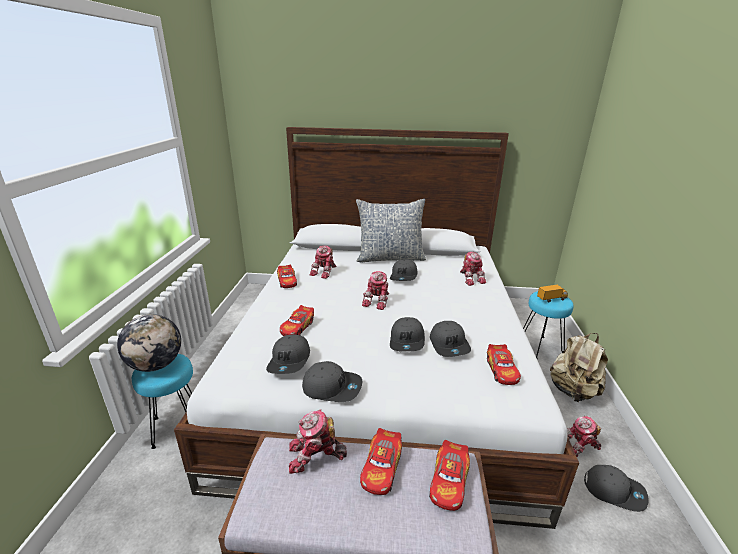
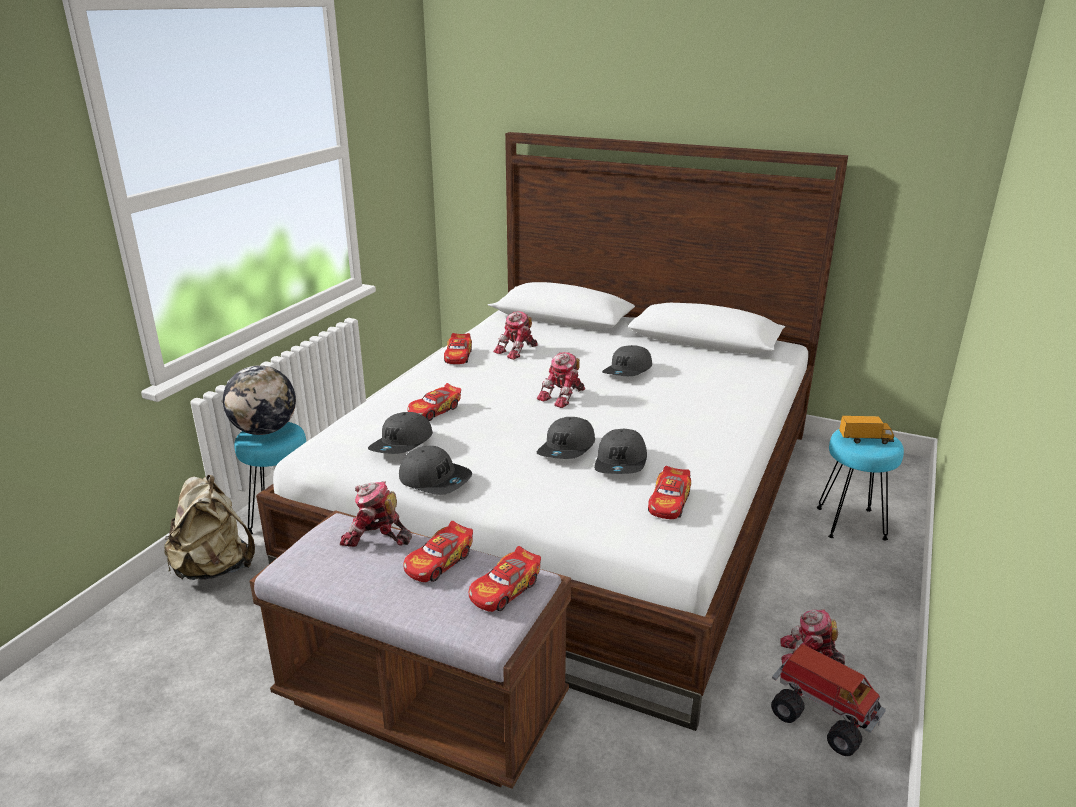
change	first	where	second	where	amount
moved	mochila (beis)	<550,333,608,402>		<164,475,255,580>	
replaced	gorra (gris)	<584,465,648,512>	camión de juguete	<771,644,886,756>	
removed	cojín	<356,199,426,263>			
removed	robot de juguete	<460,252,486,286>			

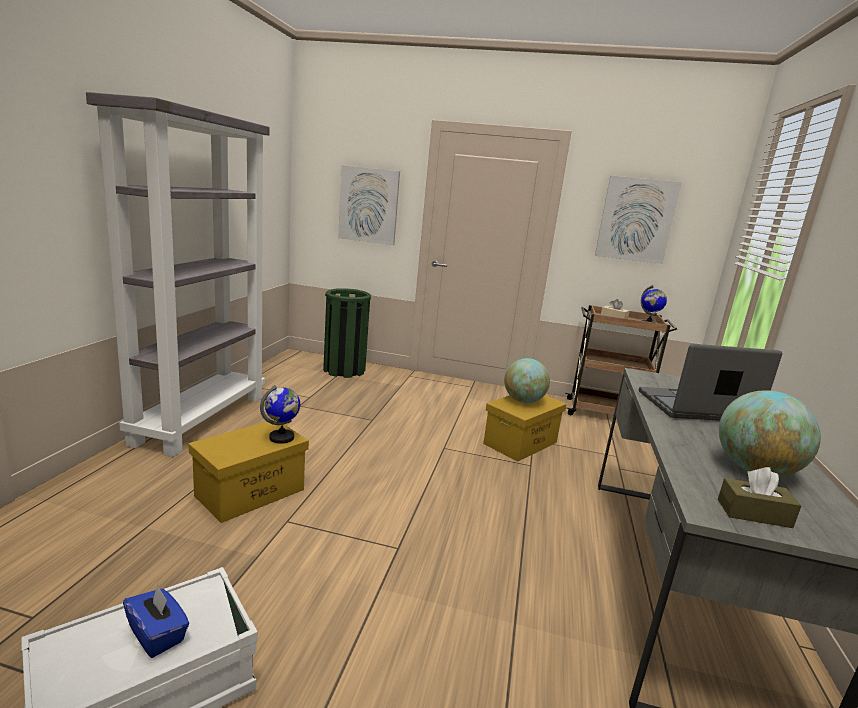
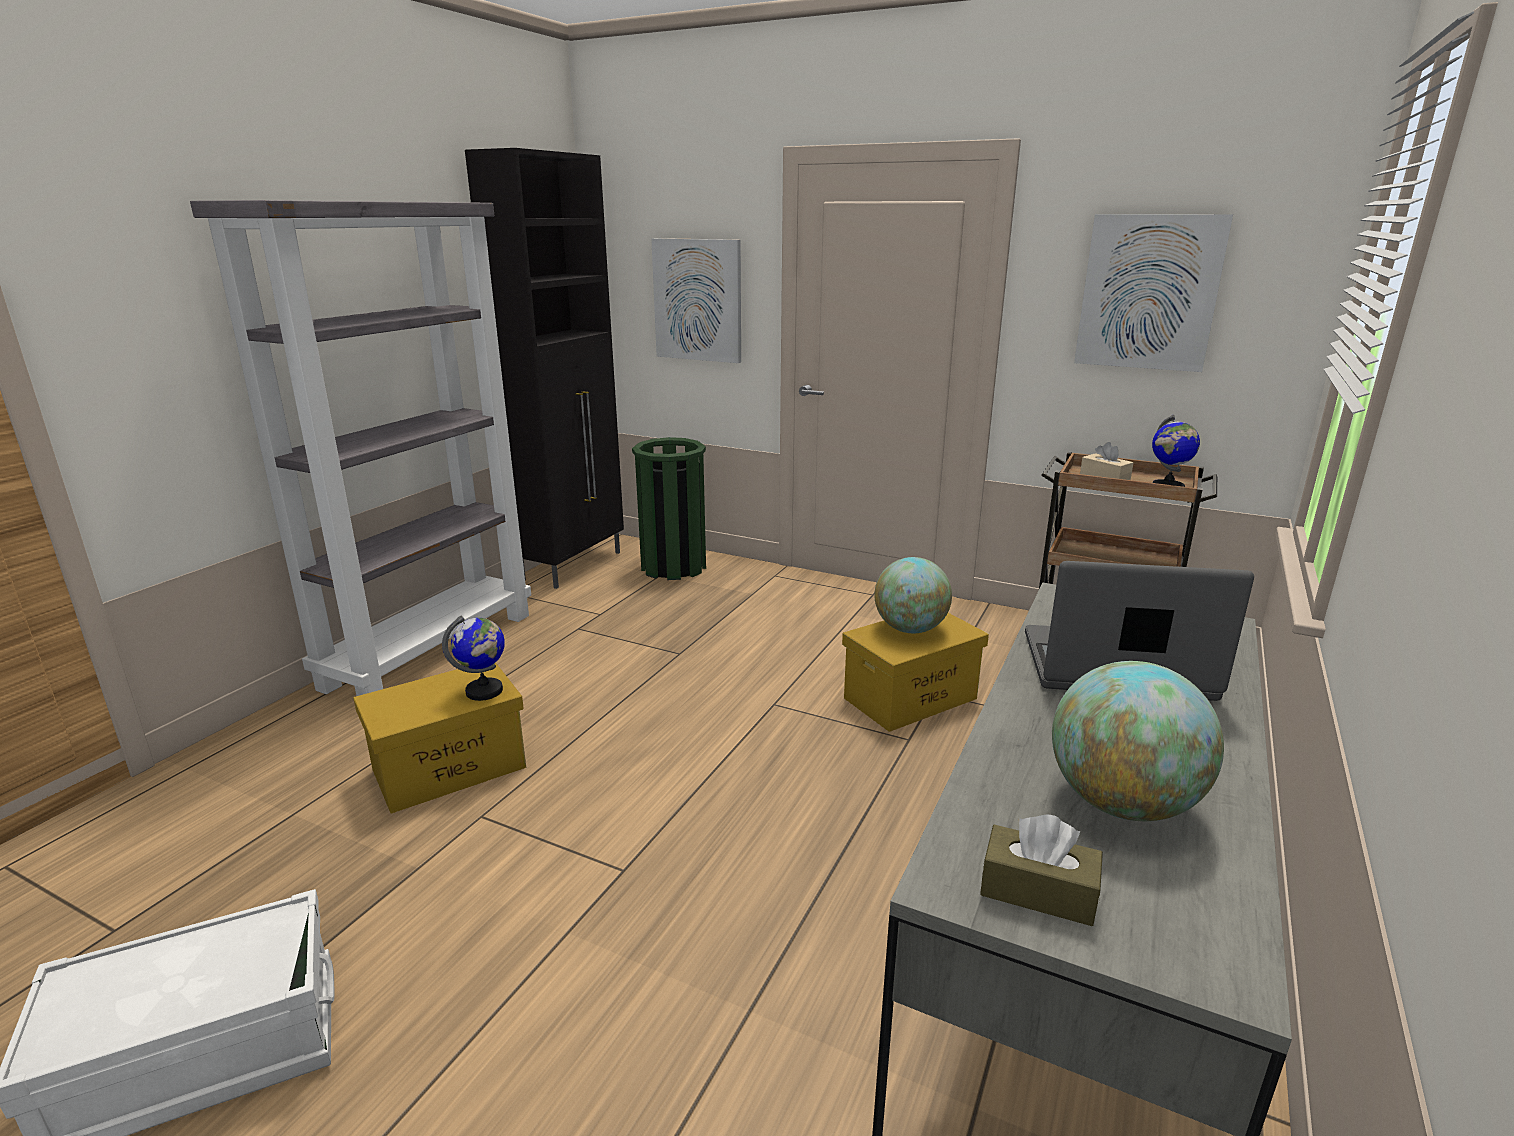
change	first	where	second	where	amount
added			armario (negro)	<465,148,624,589>	
removed	caja de pañuelos (azul)	<123,584,189,658>			

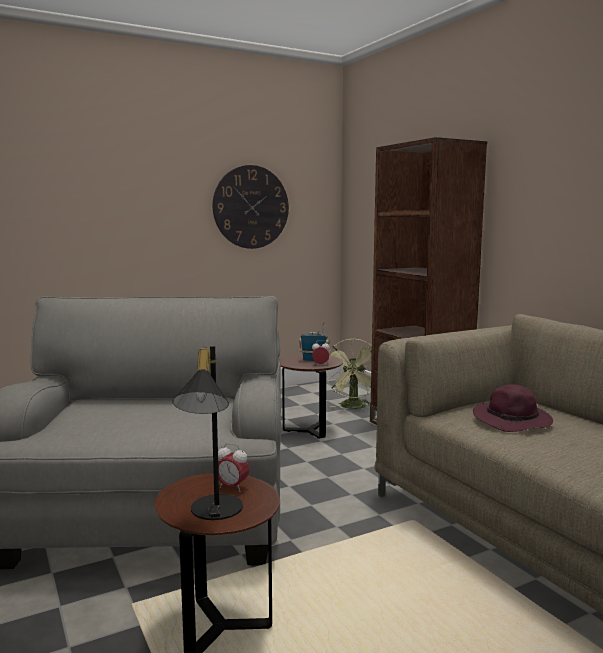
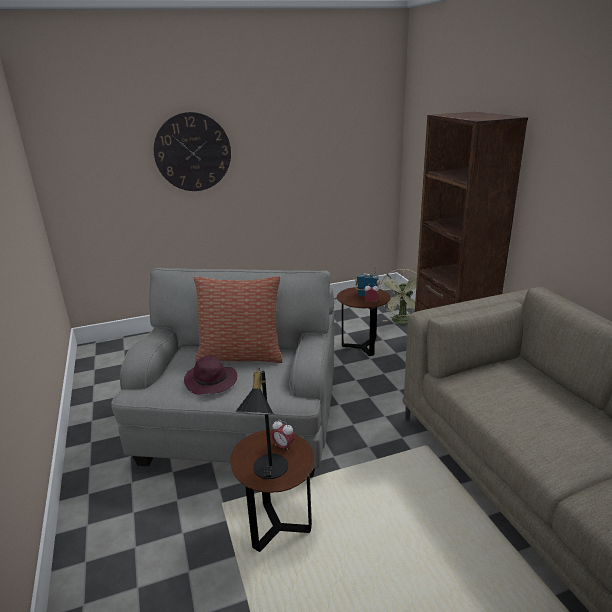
change	first	where	second	where	amount
moved	reloj de pared	<213,165,289,249>		<154,112,231,191>	
moved	sombrero (morado)	<473,384,553,432>		<184,355,237,395>	
added			cojín	<194,276,282,363>	

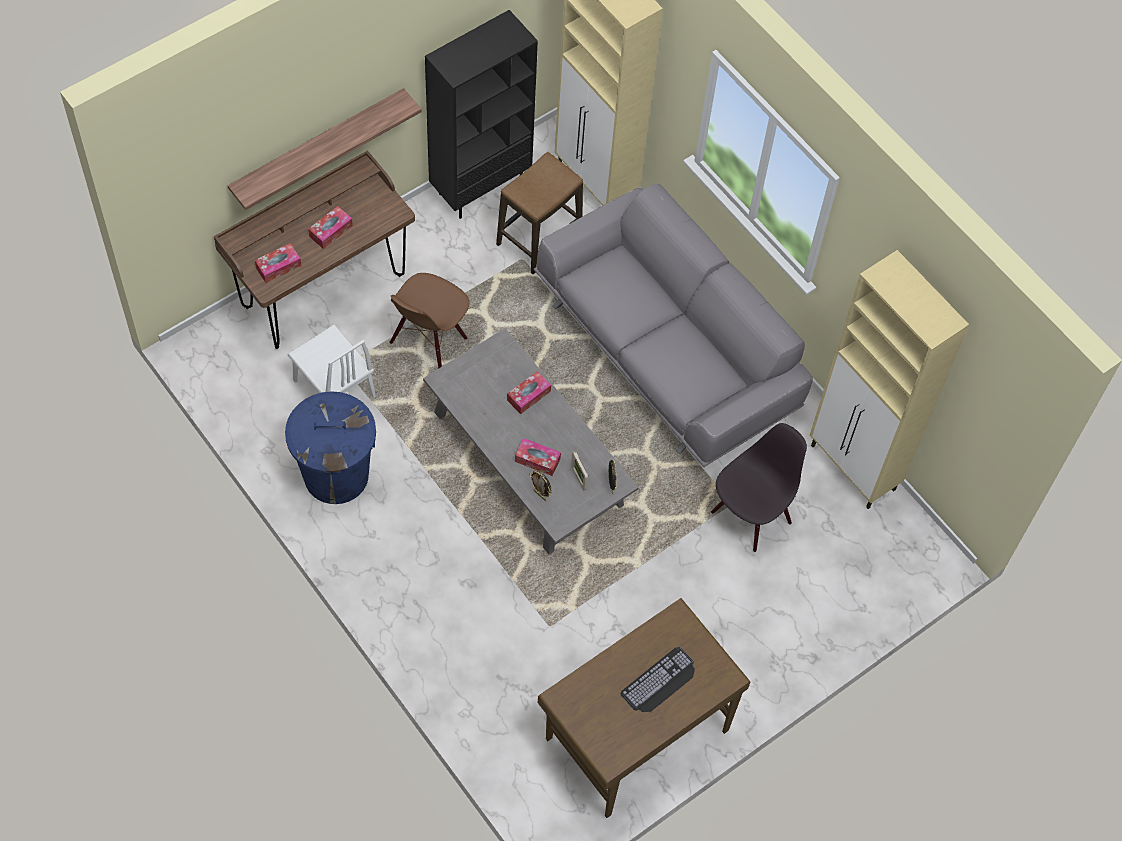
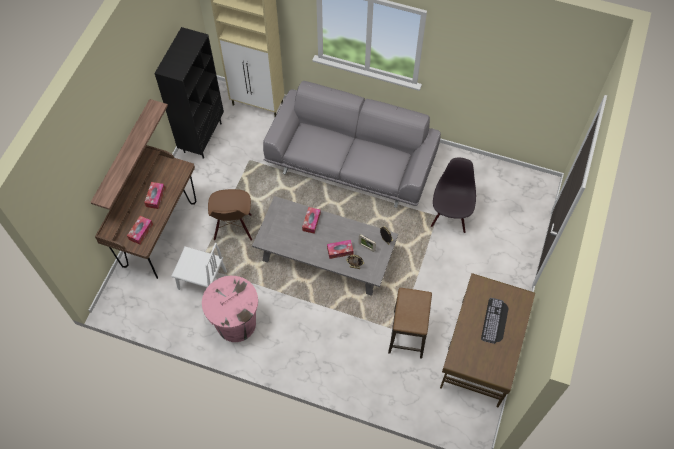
change	first	where	second	where	amount
recoloured	papelera (azul)	<285,392,376,504>	papelera (rosa)	<202,276,258,342>	
moved	taburete	<496,152,583,275>		<388,288,432,358>	
removed	armario (beis)	<810,250,969,509>			

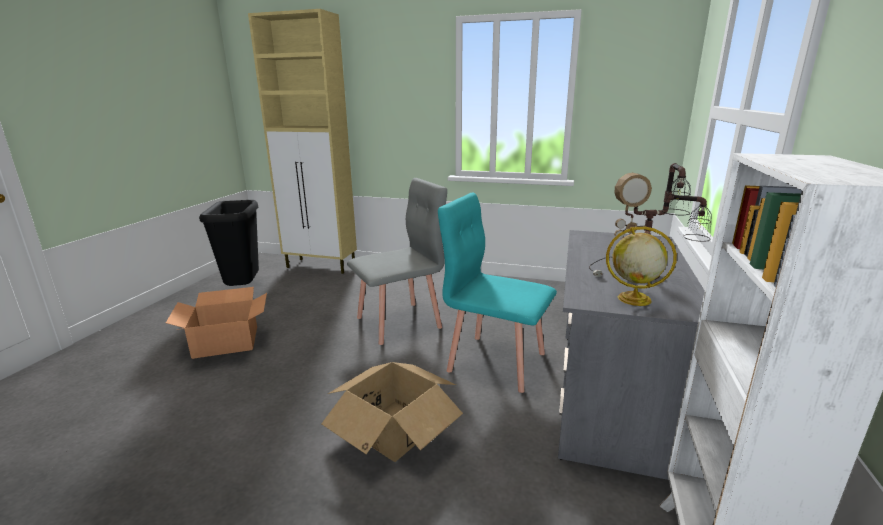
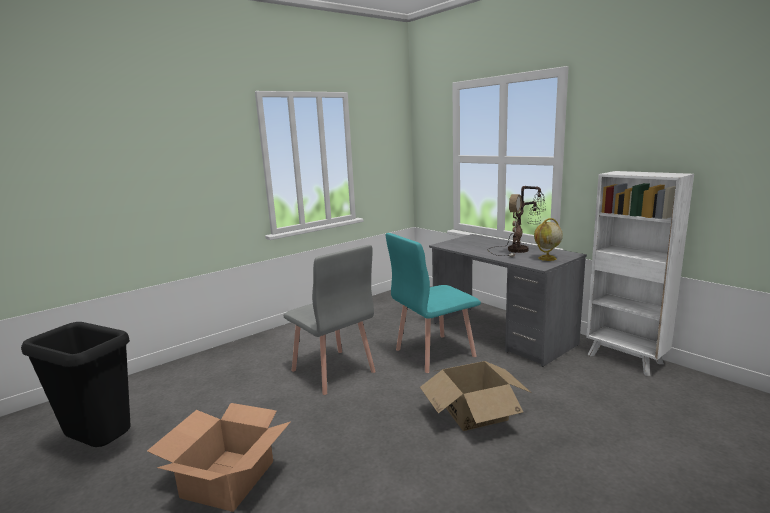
change	first	where	second	where	amount
turned	silla (gris)	<347,178,447,345>		<284,245,376,395>	135 degrees clockwise
removed	armario (beis)	<248,9,357,274>			

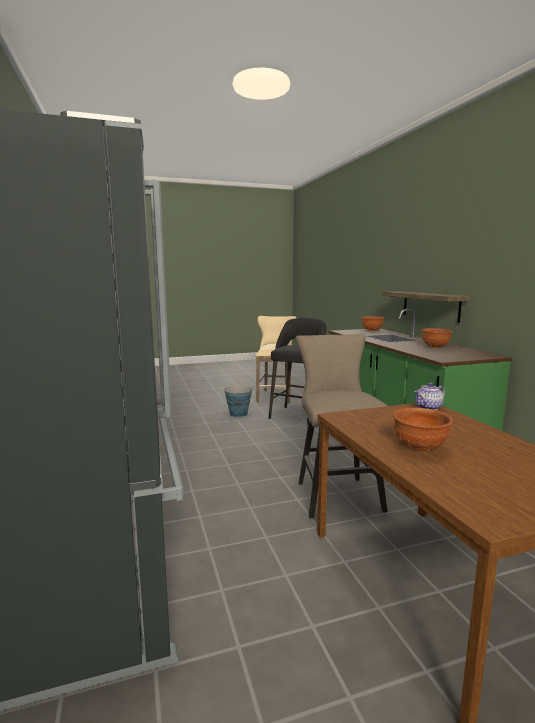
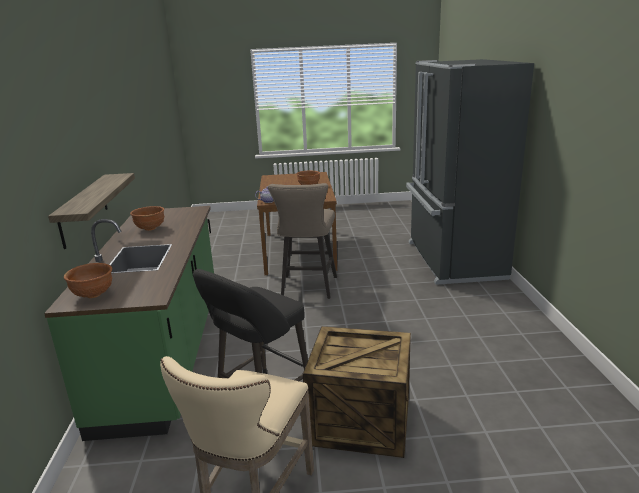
change	first	where	second	where	amount
replaced	cubo	<224,385,253,417>	caja de embalaje	<303,326,411,458>	

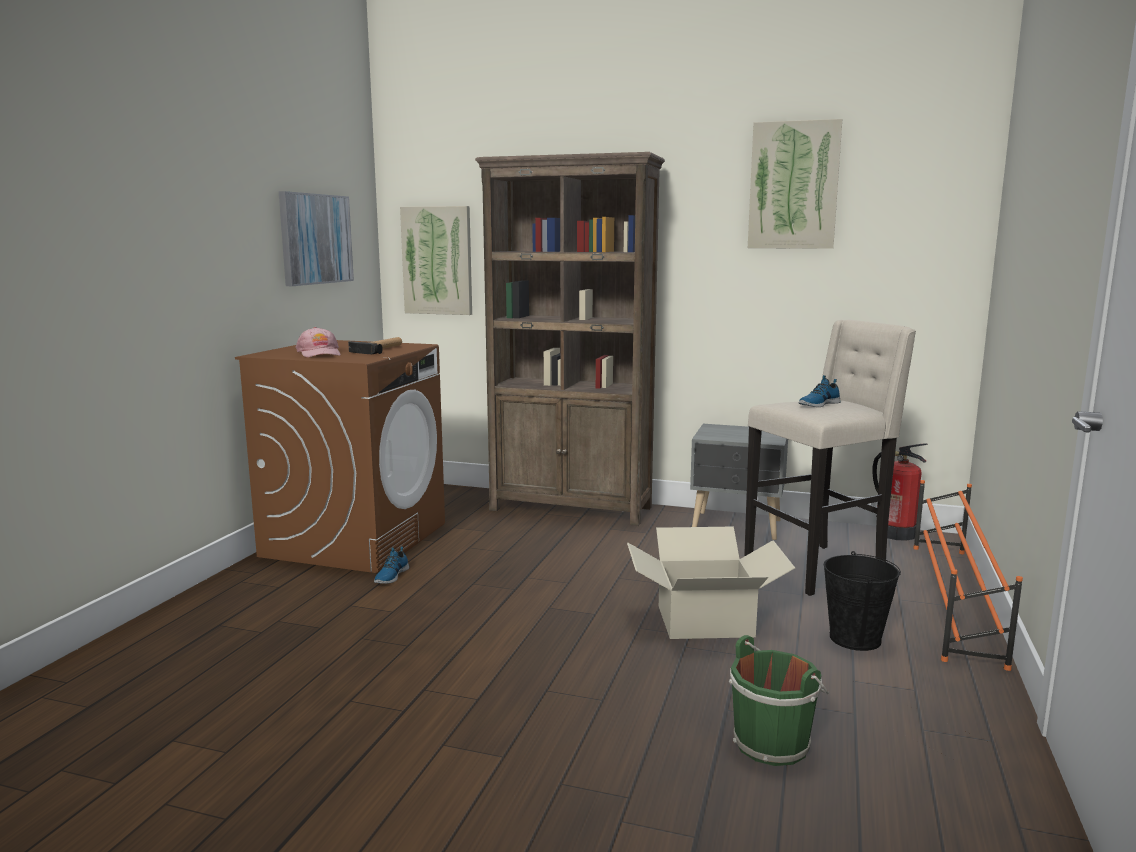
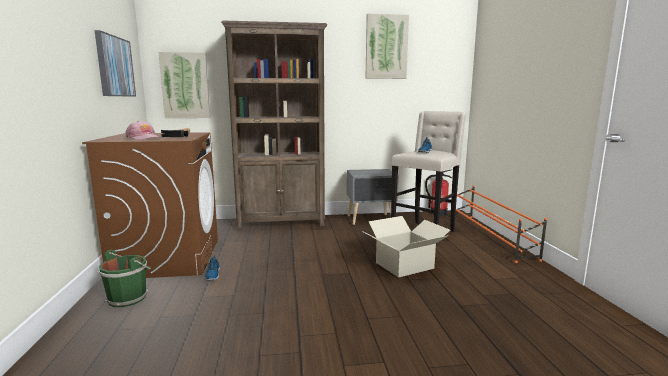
change	first	where	second	where	amount
moved	cubo (verde)	<729,635,829,766>		<97,250,151,307>	
removed	cubo (negro)	<824,551,901,651>			

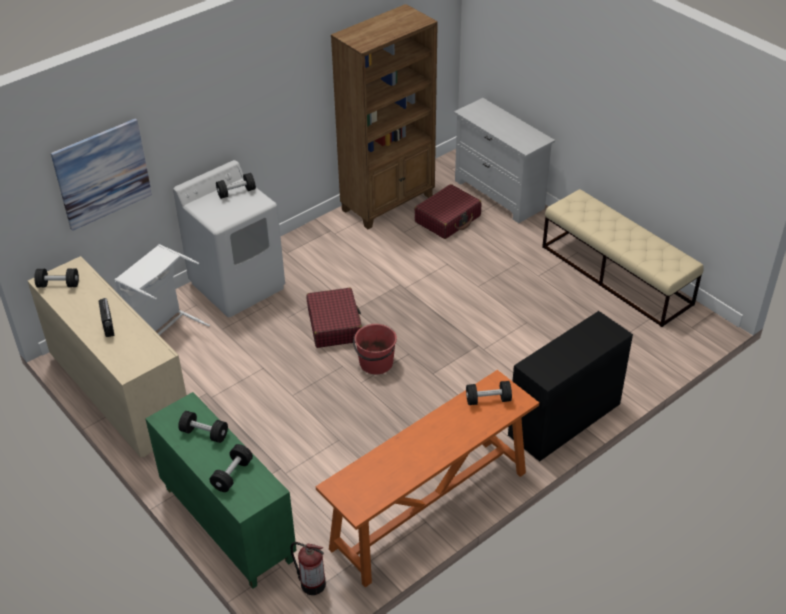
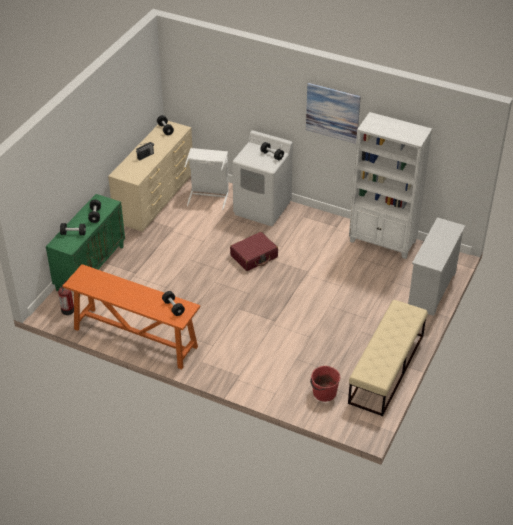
change	first	where	second	where	amount
moved	cuadro	<51,118,152,231>		<306,83,361,144>	
moved	cubo (rojo)	<353,324,397,375>		<310,366,340,402>	
recoloured	estantería (marrón)	<331,4,438,229>	estantería (blanco)	<349,112,432,259>	
removed	maleta (rojo)	<414,184,481,239>			
removed	escritorio (negro)	<508,311,633,462>			

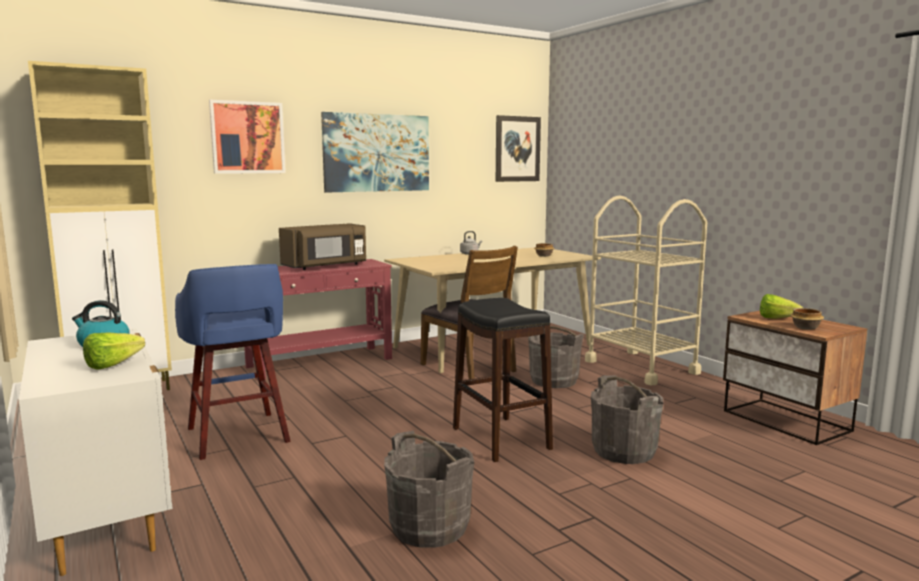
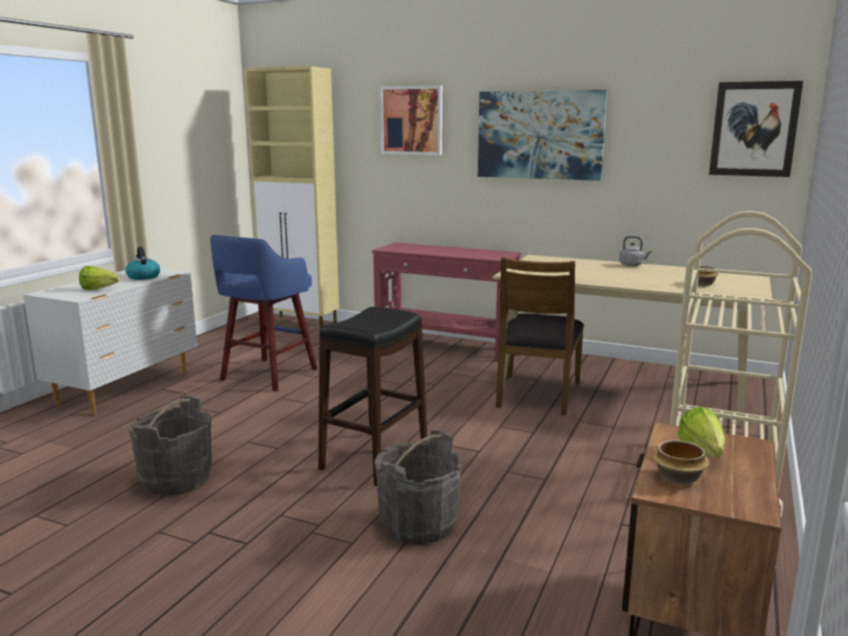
change	first	where	second	where	amount
removed	microondas (marrón)	<279,223,366,270>			
removed	cubo (gris)	<528,326,584,388>			

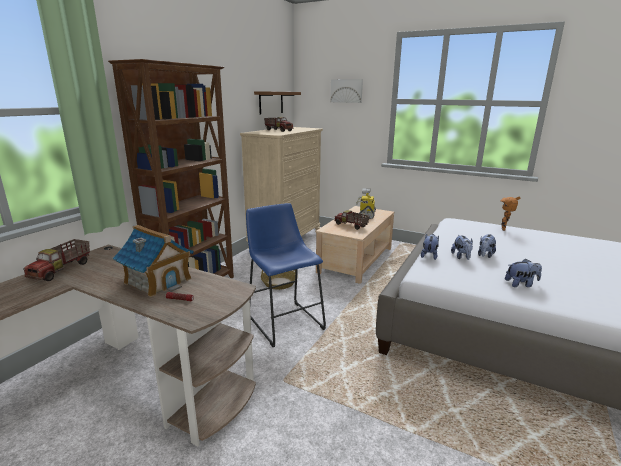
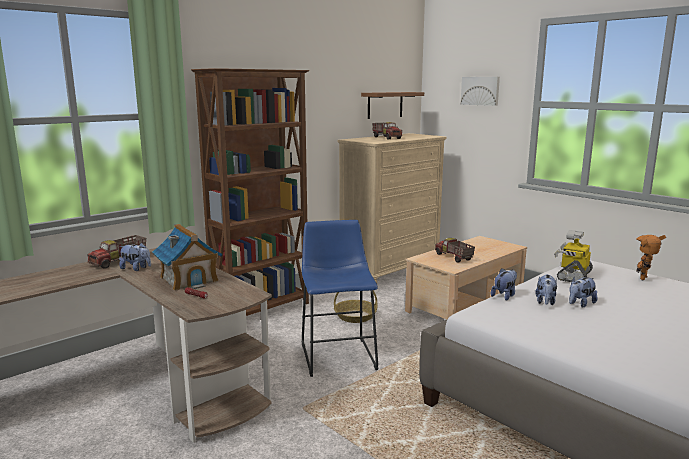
change	first	where	second	where	amount
moved	peluche	<505,259,542,287>		<119,243,151,271>	
moved	robot de juguete	<356,188,376,219>		<554,230,593,282>	

